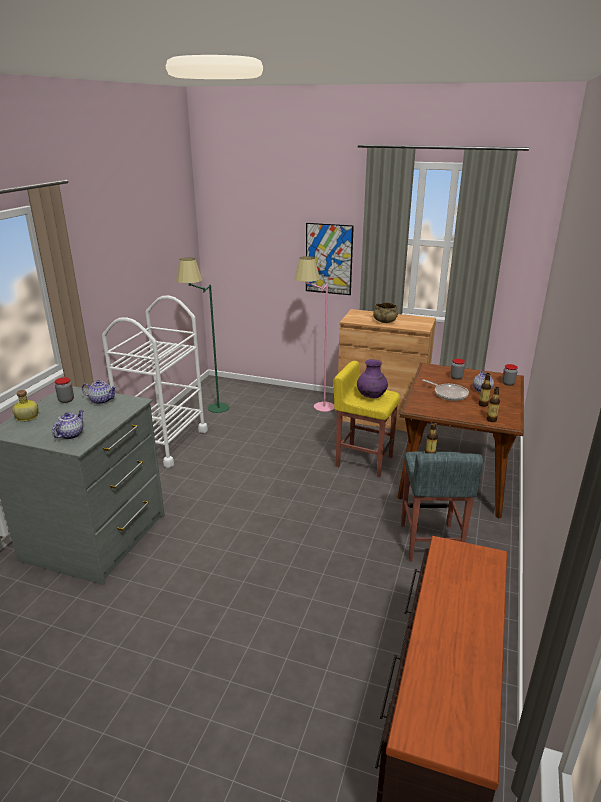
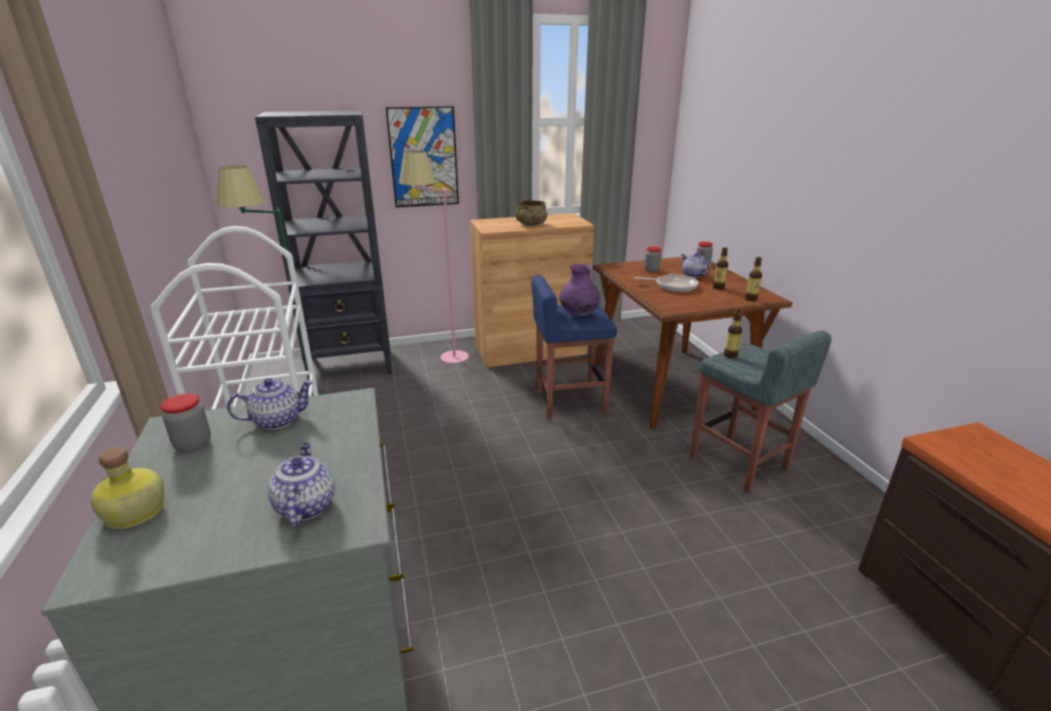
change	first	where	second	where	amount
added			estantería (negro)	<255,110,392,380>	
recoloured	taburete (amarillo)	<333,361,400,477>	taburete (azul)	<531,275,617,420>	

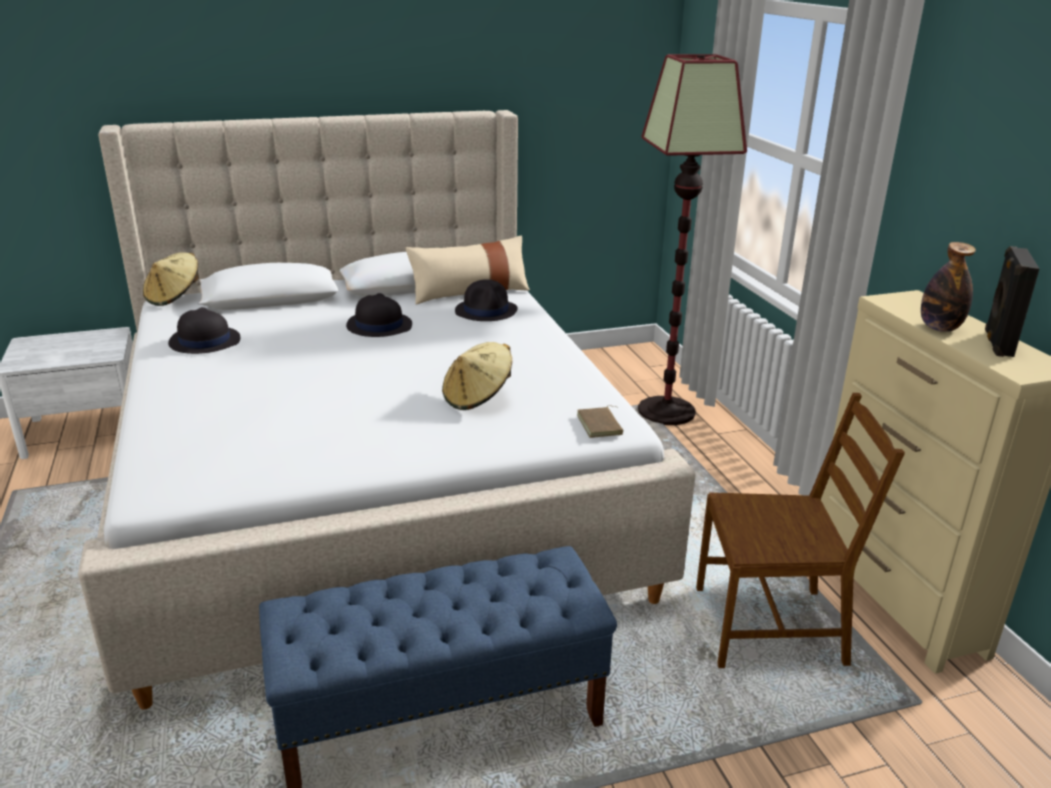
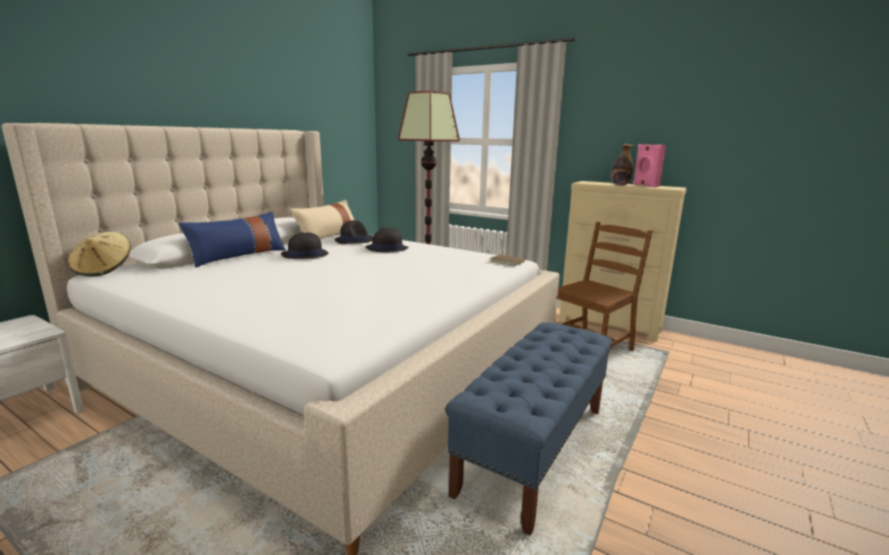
change	first	where	second	where	amount
added			cojín (azul)	<178,212,286,268>	
moved	sombrero (negro)	<168,307,240,354>		<365,227,409,252>	
recoloured	altavoz (negro)	<985,246,1039,357>	altavoz (rosa)	<633,144,666,187>	
removed	sombrero (beis)	<442,342,512,410>			

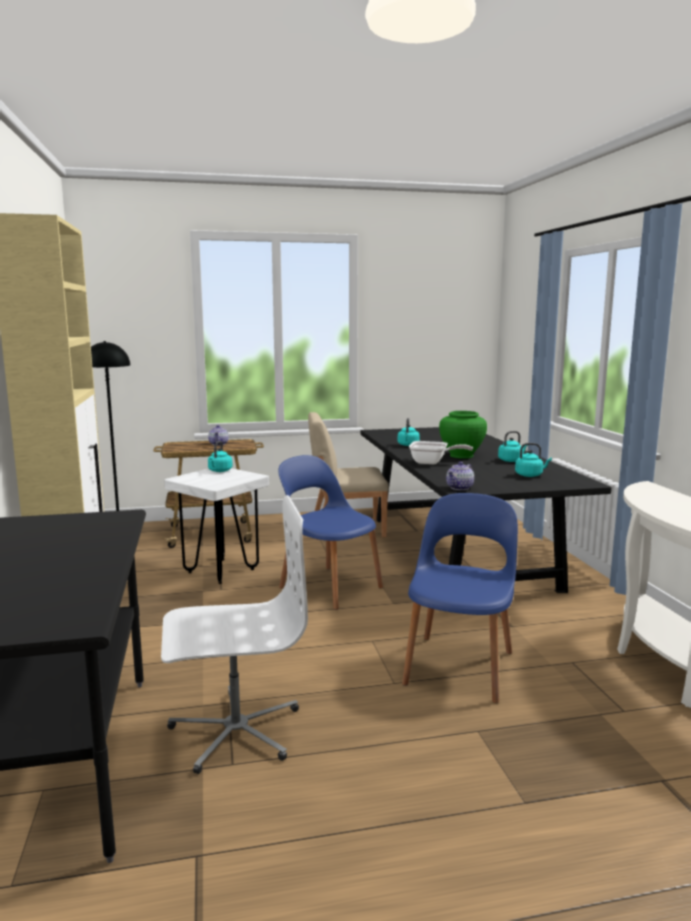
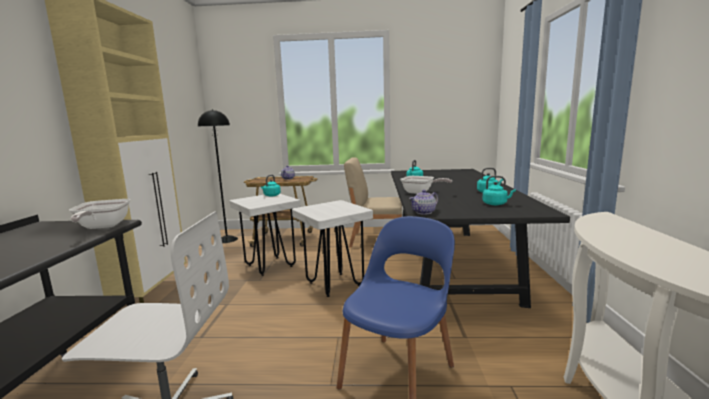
change	first	where	second	where	amount
added			sartén	<69,199,131,229>	
replaced	silla (azul)	<278,455,383,610>	taburete (blanco)	<292,200,373,297>	
removed	florero (verde)	<439,411,487,459>			

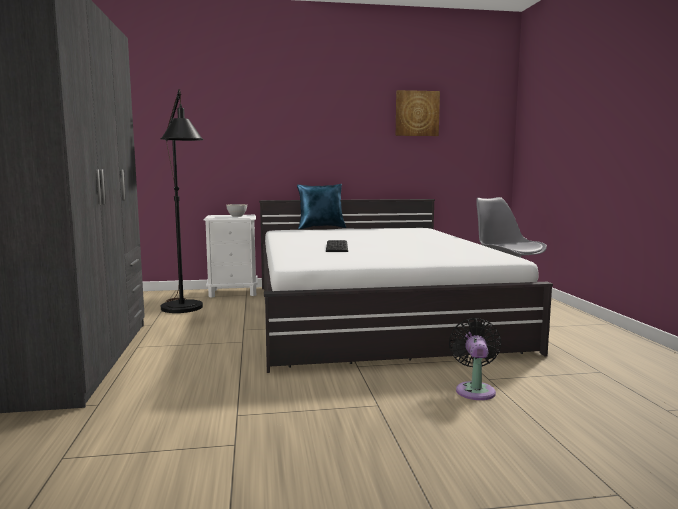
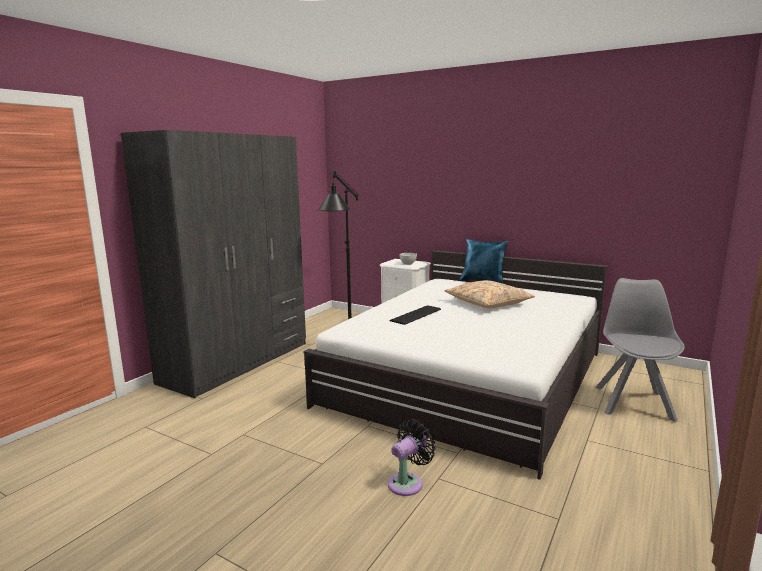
change	first	where	second	where	amount
added			cojín (beis)	<445,280,535,309>	
removed	cuadro	<396,90,440,136>			

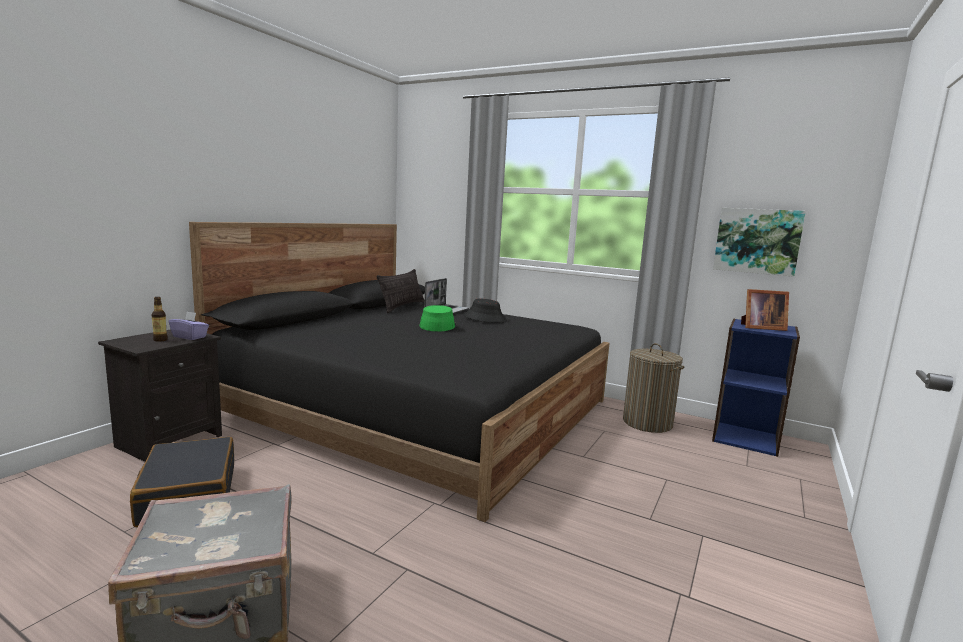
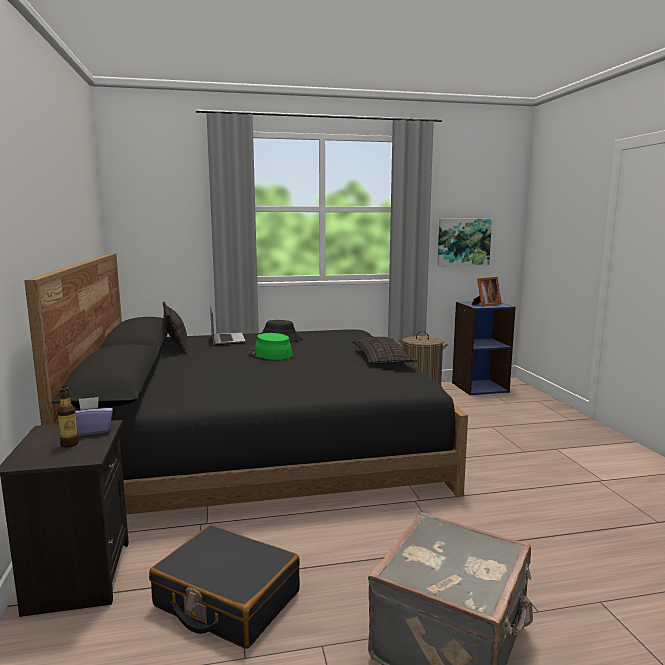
change	first	where	second	where	amount
added			cojín	<351,337,417,364>	

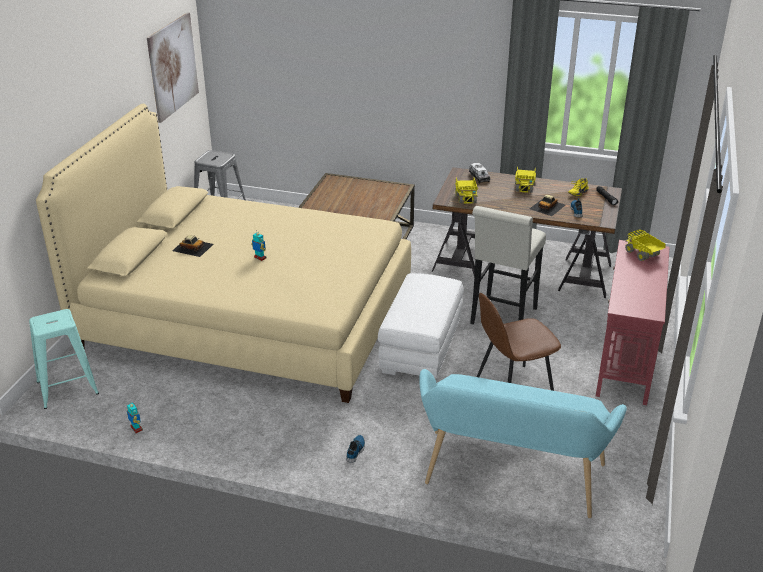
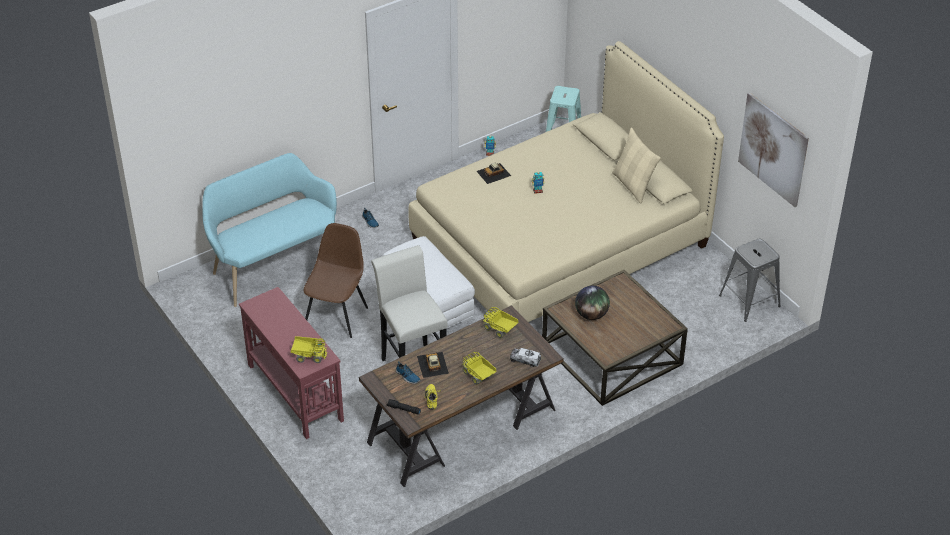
change	first	where	second	where	amount
moved	coche de juguete	<172,235,214,257>		<477,163,511,184>	
added			globo terráqueo	<575,286,610,320>	
added			cojín (beis)	<612,128,661,203>	

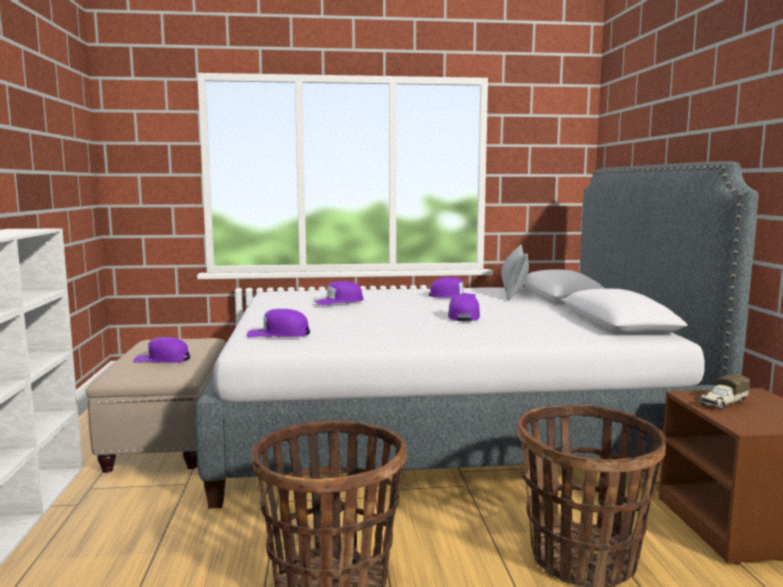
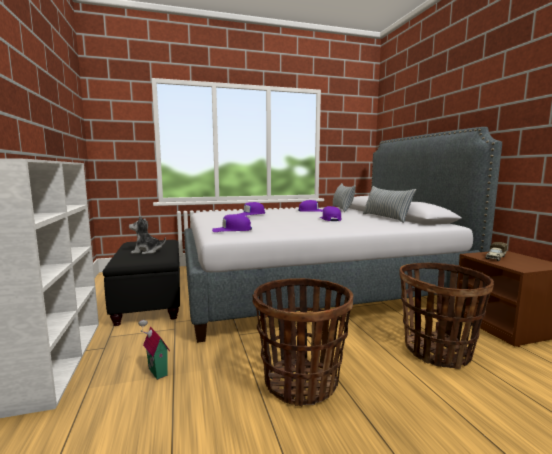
change	first	where	second	where	amount
recoloured	puf (beis)	<85,338,225,473>	puf (negro)	<103,240,180,326>	
replaced	gorra (morado)	<133,337,190,363>	peluche	<129,215,166,254>	
added			casita	<138,319,170,380>	
added			cojín	<363,186,416,223>	

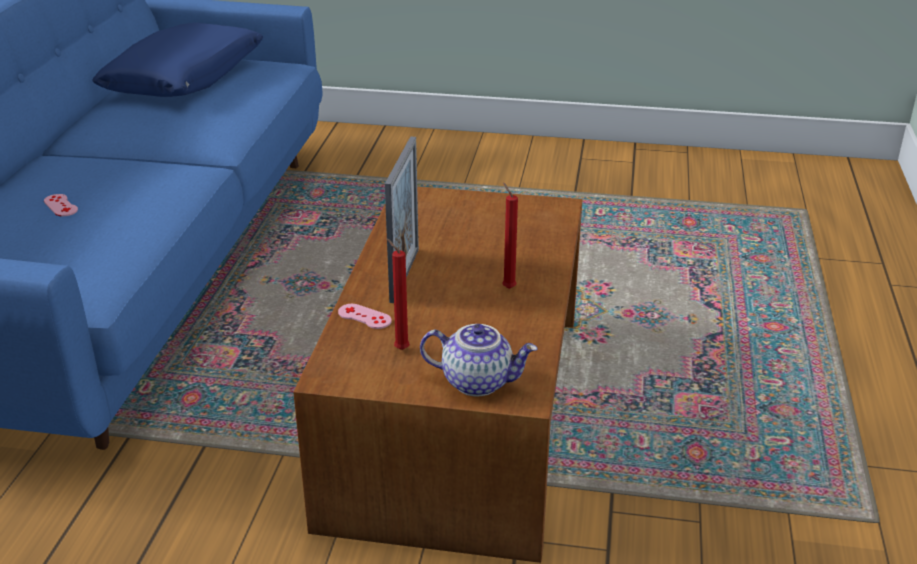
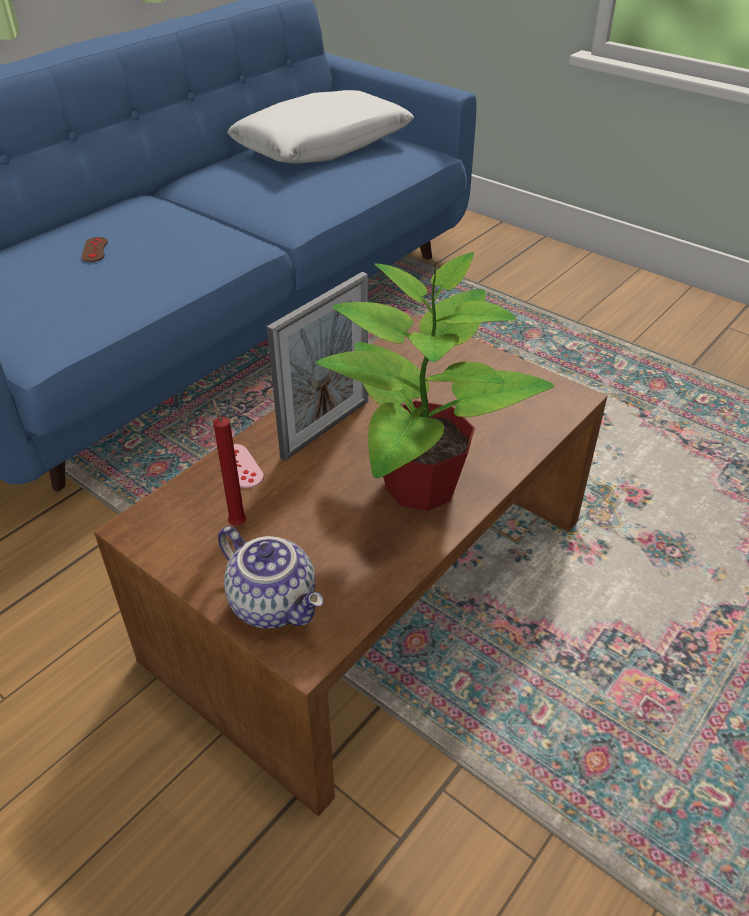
change	first	where	second	where	amount
recoloured	mando de consola (rosa)	<44,194,78,216>	mando de consola (marrón)	<81,237,108,262>	
recoloured	cojín (azul)	<92,23,264,97>	cojín (blanco)	<227,90,414,163>	
replaced	vela (rojo)	<502,183,518,289>	planta en maceta	<316,252,554,511>	

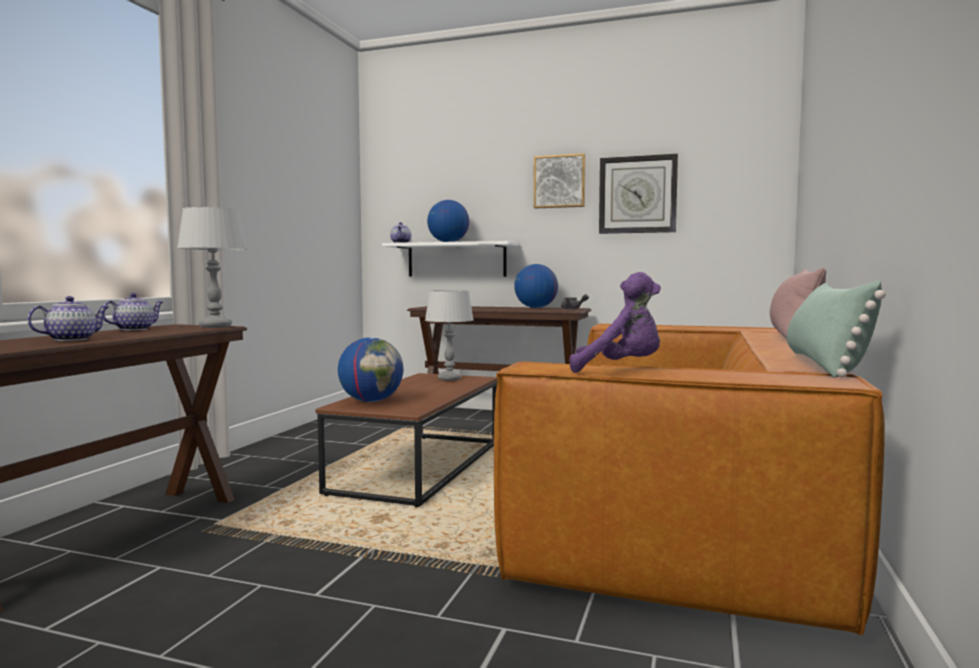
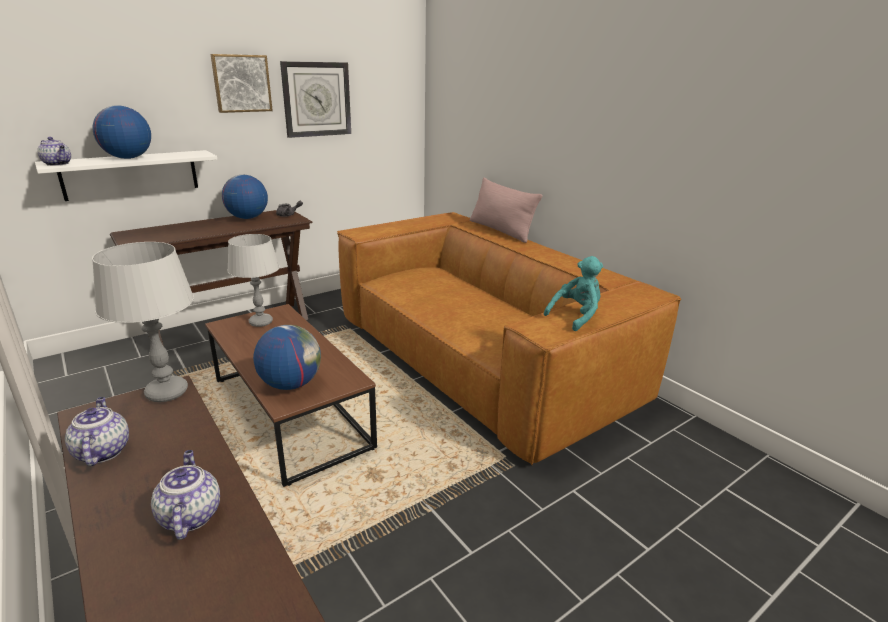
change	first	where	second	where	amount
recoloured	peluche (morado)	<570,272,661,373>	peluche (turquesa)	<544,256,603,331>	
removed	cojín (verde)	<786,280,886,378>			

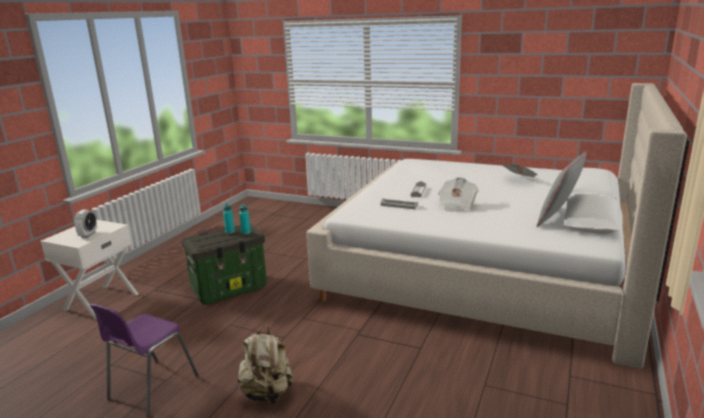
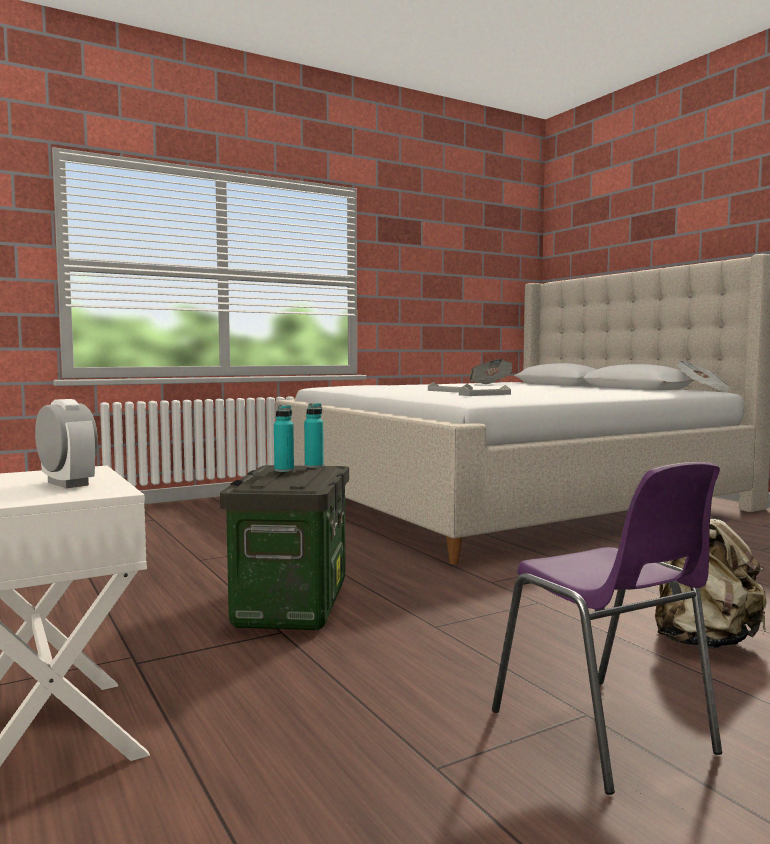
change	first	where	second	where	amount
moved	periódico	<438,177,479,212>		<677,360,732,392>	
removed	cojín (gris)	<537,152,587,227>			

